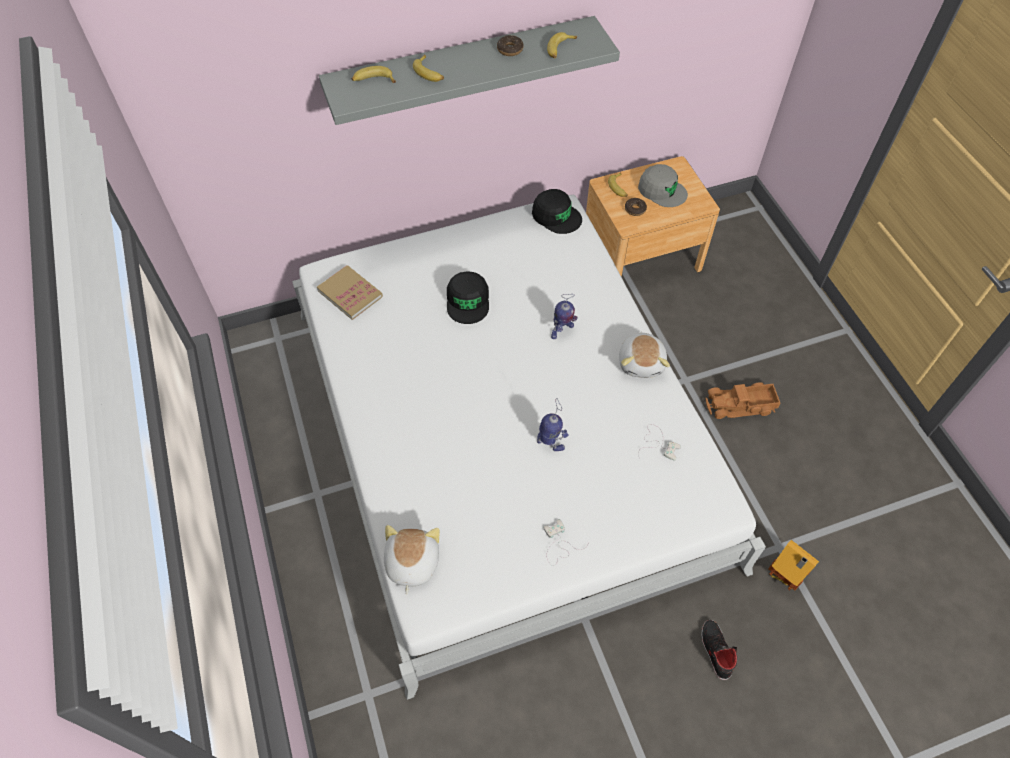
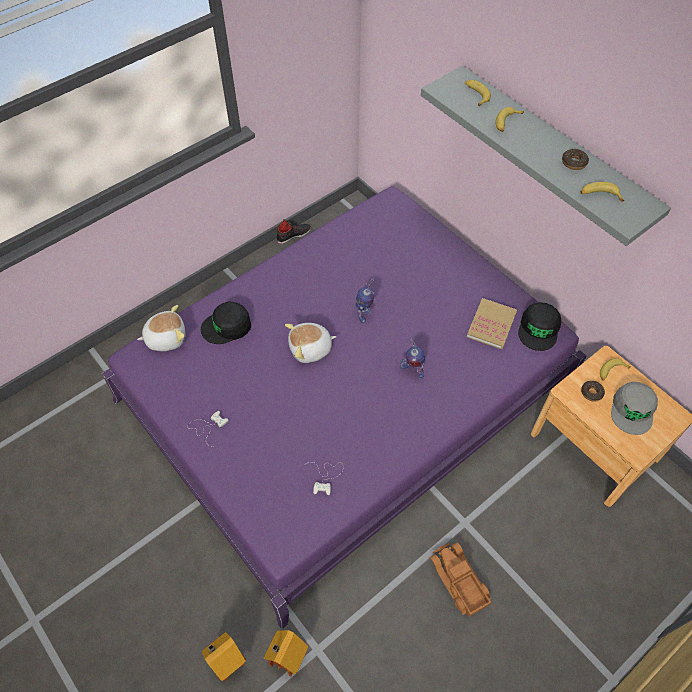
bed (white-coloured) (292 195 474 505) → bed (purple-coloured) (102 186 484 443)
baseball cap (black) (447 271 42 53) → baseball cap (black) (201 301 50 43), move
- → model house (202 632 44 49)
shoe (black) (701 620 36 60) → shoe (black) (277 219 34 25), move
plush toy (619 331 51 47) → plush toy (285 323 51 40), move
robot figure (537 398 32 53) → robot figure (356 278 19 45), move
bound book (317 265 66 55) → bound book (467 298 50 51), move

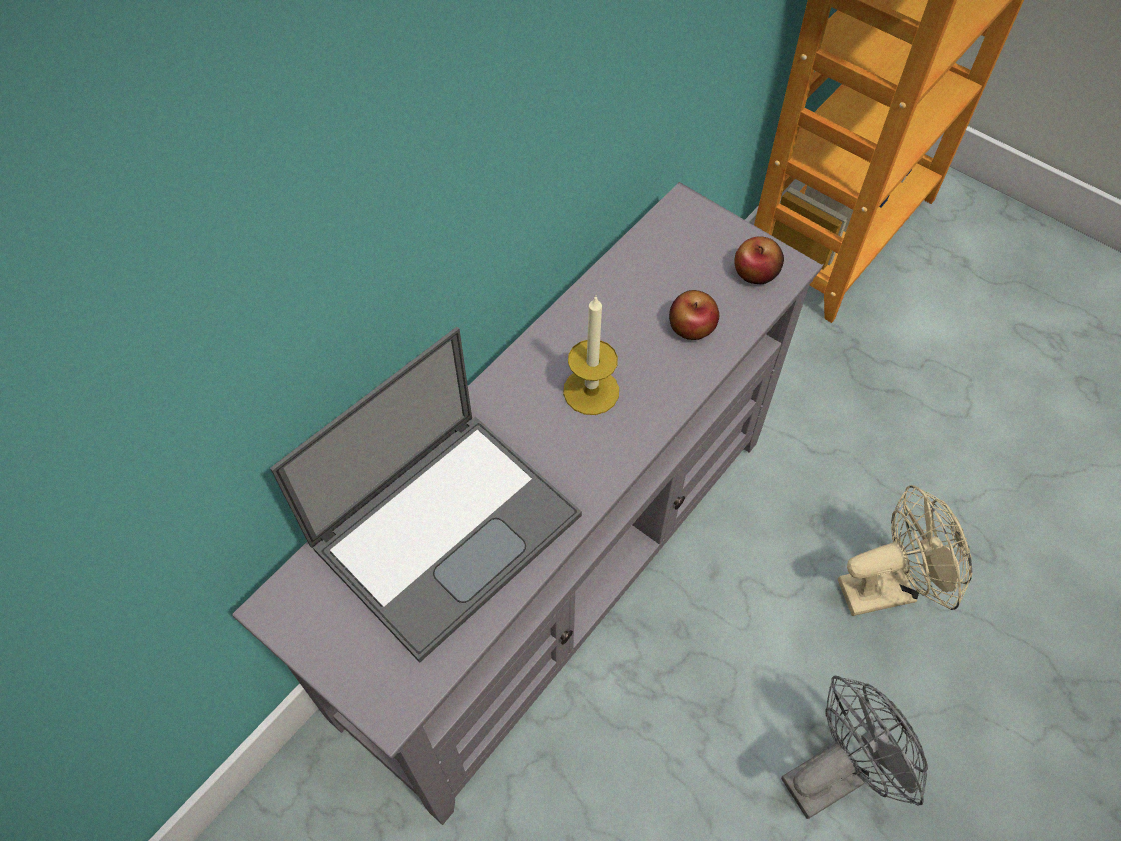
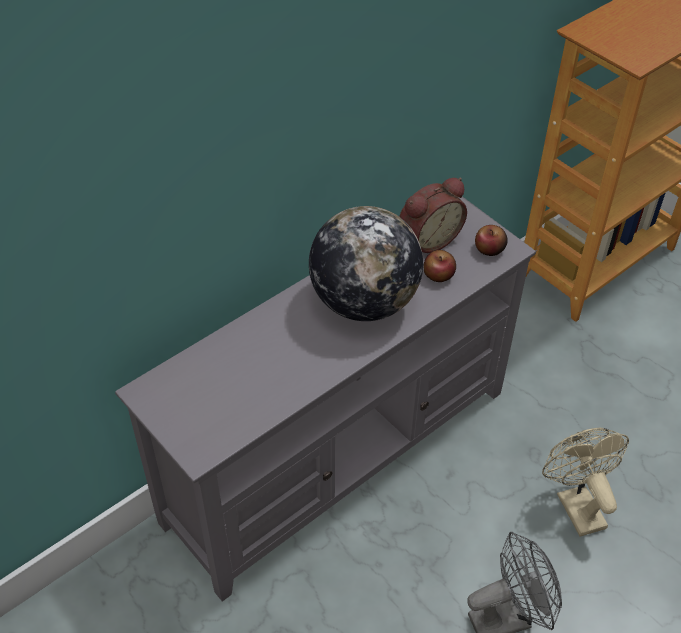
candle (563 297 56 118) → globe (309 206 114 115)
- → table clock (399 177 68 76)
fan (beige-coloured) (838 485 135 131) → fan (beige-coloured) (542 428 87 109), 105 degrees counterclockwise
notebook computer (270 327 312 336) → -

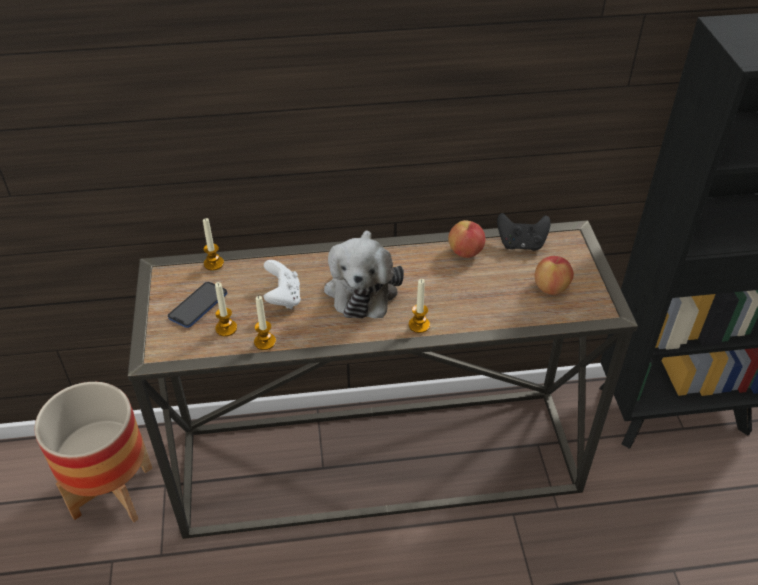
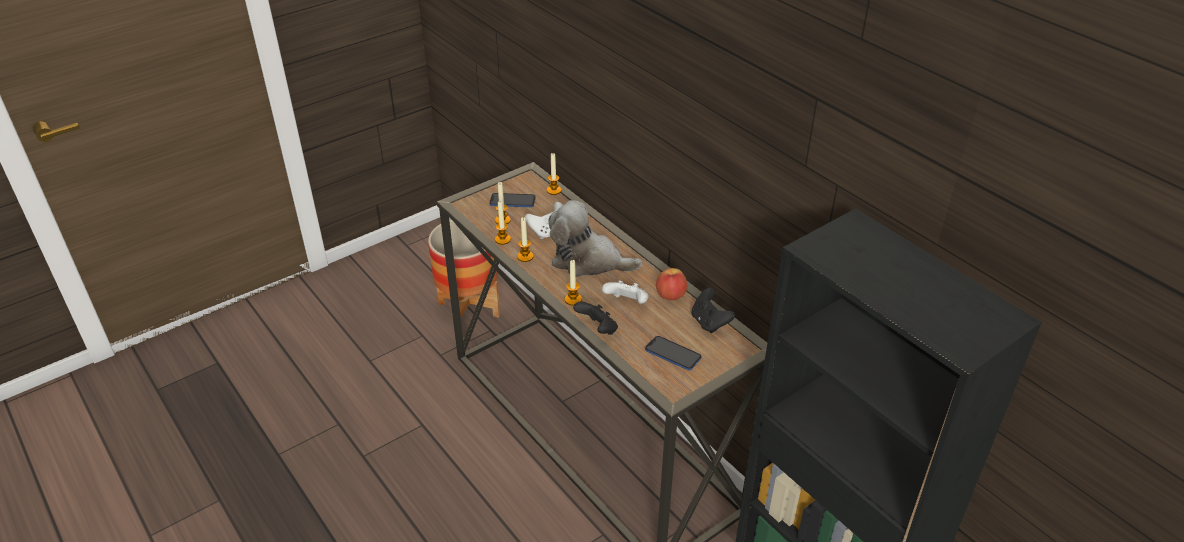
- → candle (517 217 17 45)
plush toy (324 231 80 87) → plush toy (548 200 94 77), 45 degrees clockwise
- → gamepad (black) (573 302 45 33)
- → gamepad (white-coloured) (602 281 47 23)
apple fruit (534 256 40 39) → telephone (645 336 57 34)

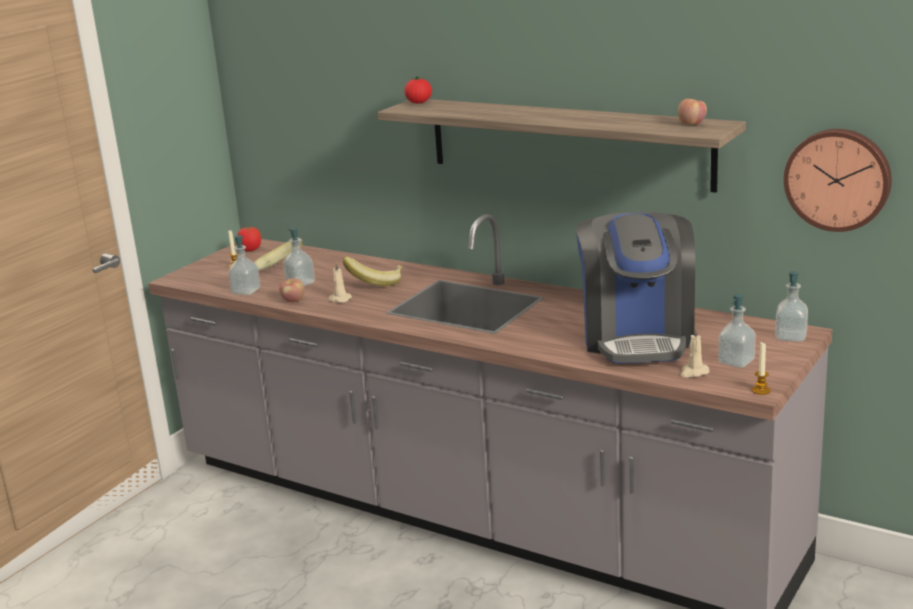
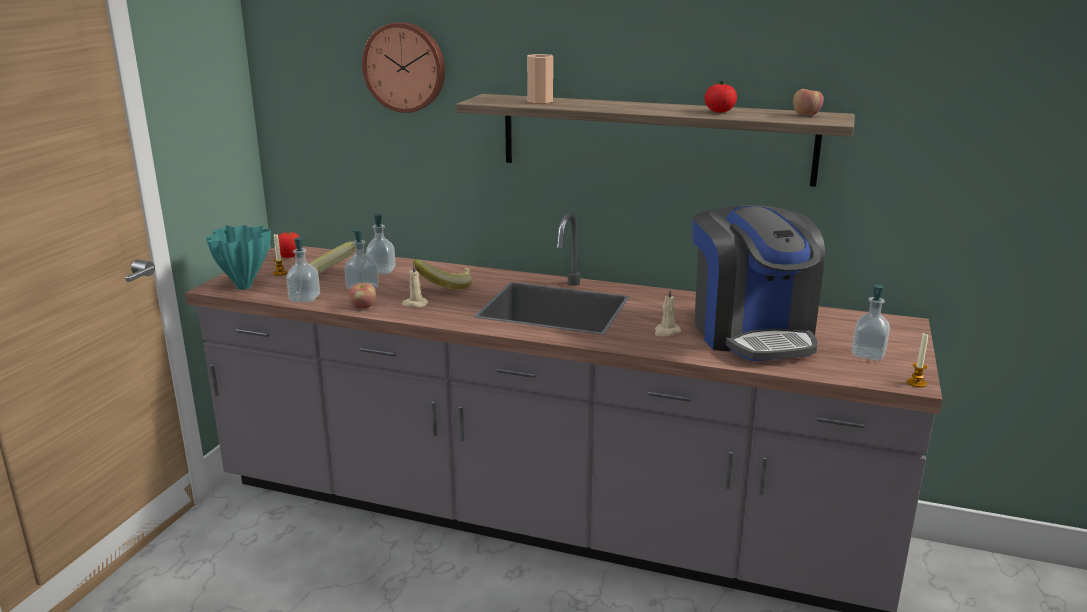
- → decorative vase (turquoise-coloured) (206 225 65 65)
wall clock (784 129 108 103) → wall clock (362 22 83 91), move
soap bottle (775 271 33 71) → soap bottle (366 214 30 60), move
- → cup (527 54 26 50)
candle (beige-coloured) (680 327 30 50) → candle (beige-coloured) (655 288 26 48), move
fresh tomato (404 76 28 28) → fresh tomato (704 81 33 32), move

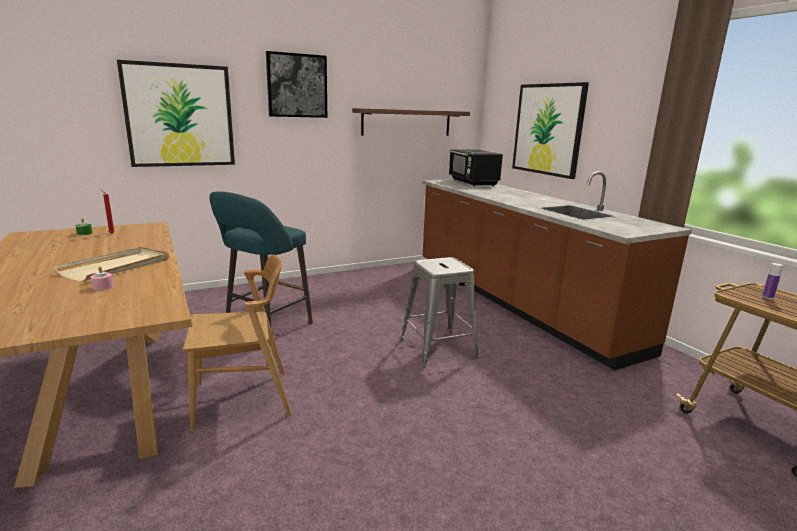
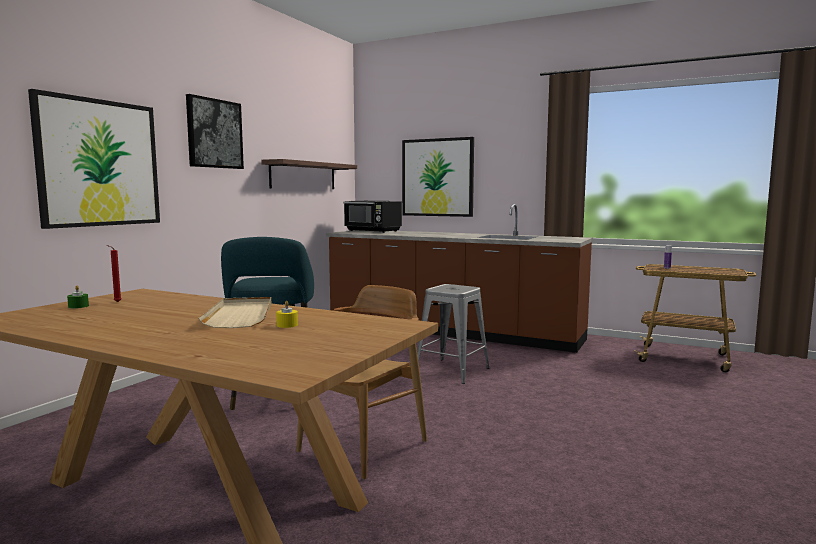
candle (pink) (91 266 23 24) → candle (yellow-coloured) (276 301 22 27)

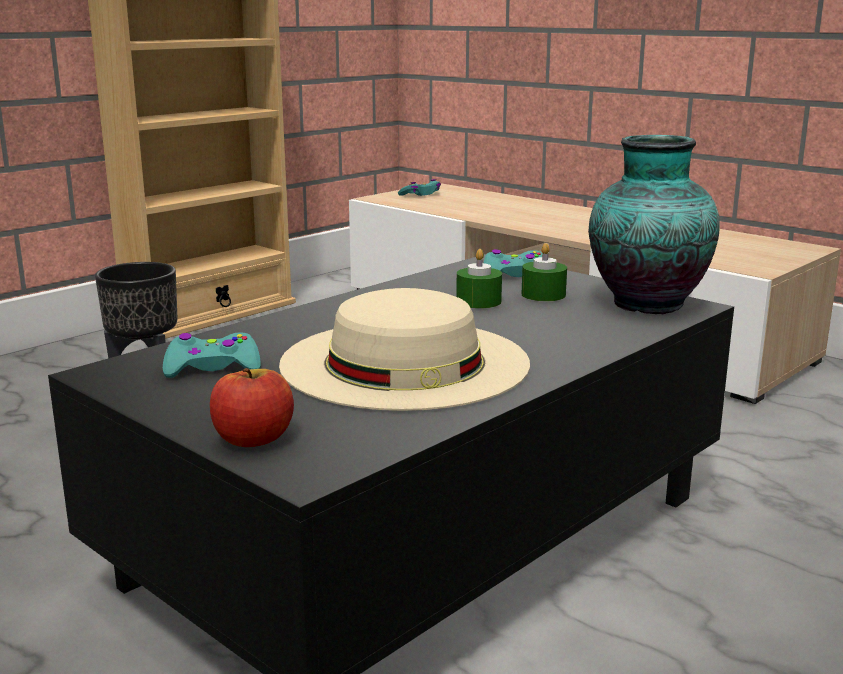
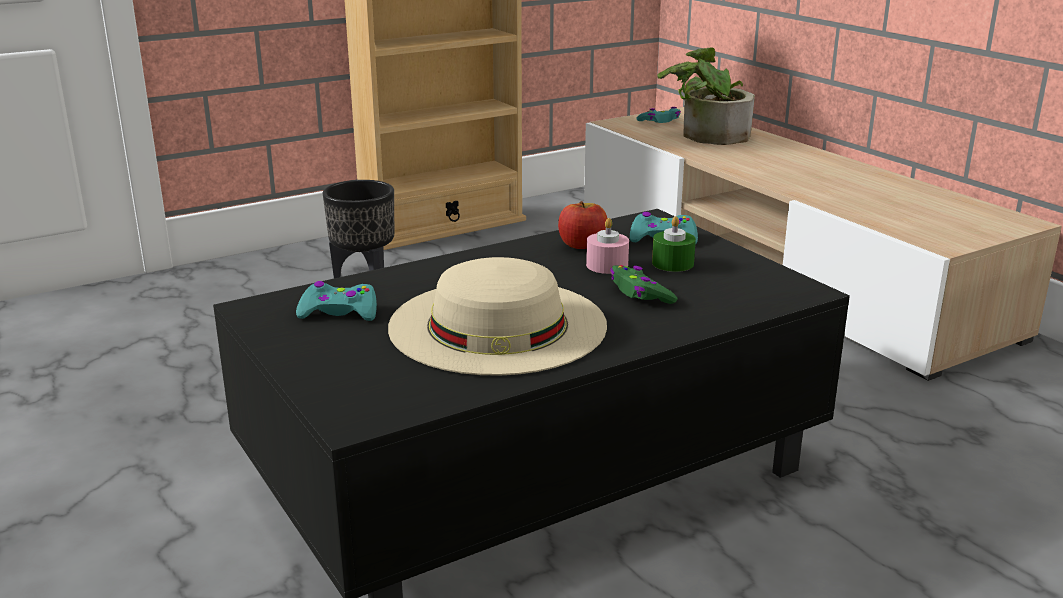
apple fruit (210 368 84 79) → apple fruit (558 201 49 48), move
candle (greenish) (456 249 46 60) → candle (pink) (586 218 43 56)
- → gamepad (greenish) (610 265 67 39)
- → plant in a pot (657 48 98 97)
decorative vase (588 135 132 179) → -

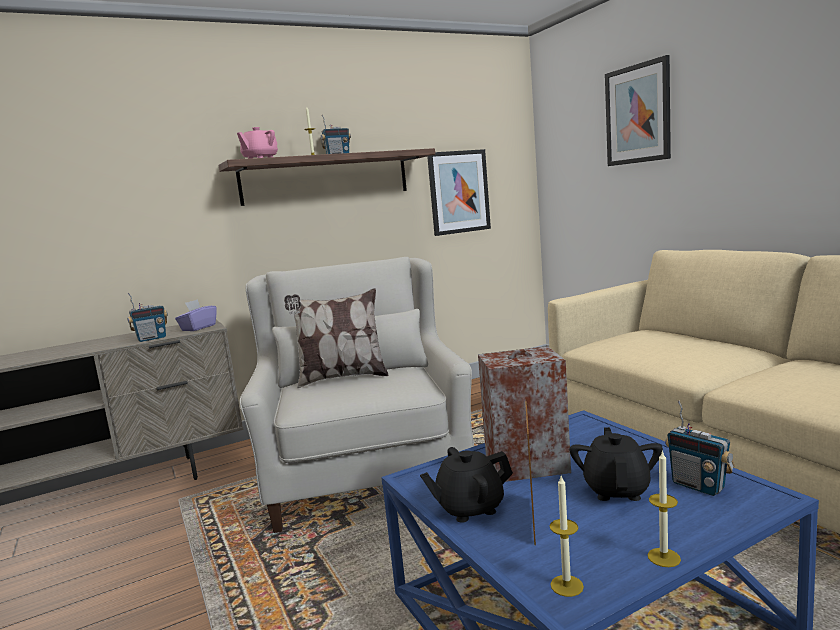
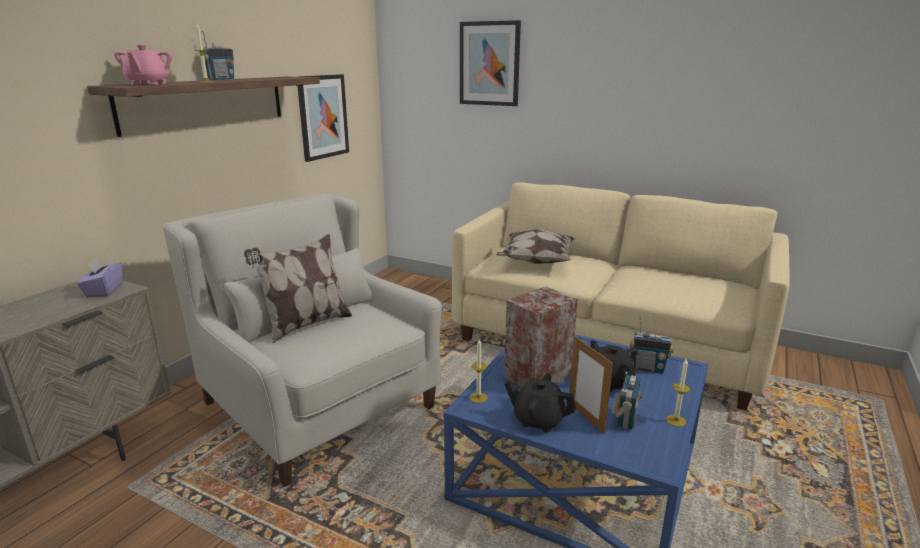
candle (550 476 34 121) → candle (470 338 17 65), move
- → throw pillow (496 228 78 36)
teapot (black) (420 447 93 76) → teapot (black) (504 373 72 59), 75 degrees clockwise
radio (127 293 41 49) → radio (612 372 30 58), move

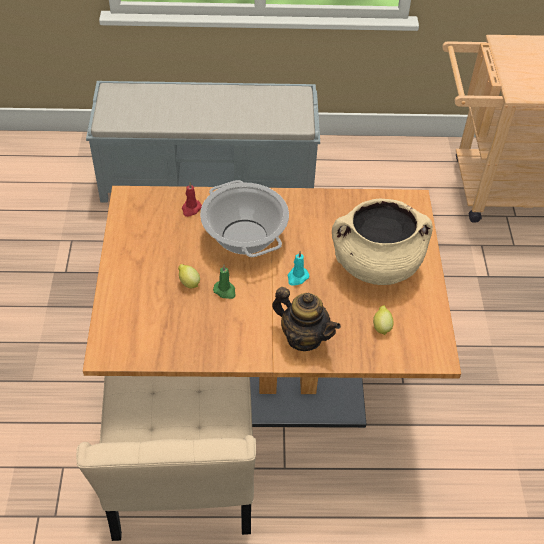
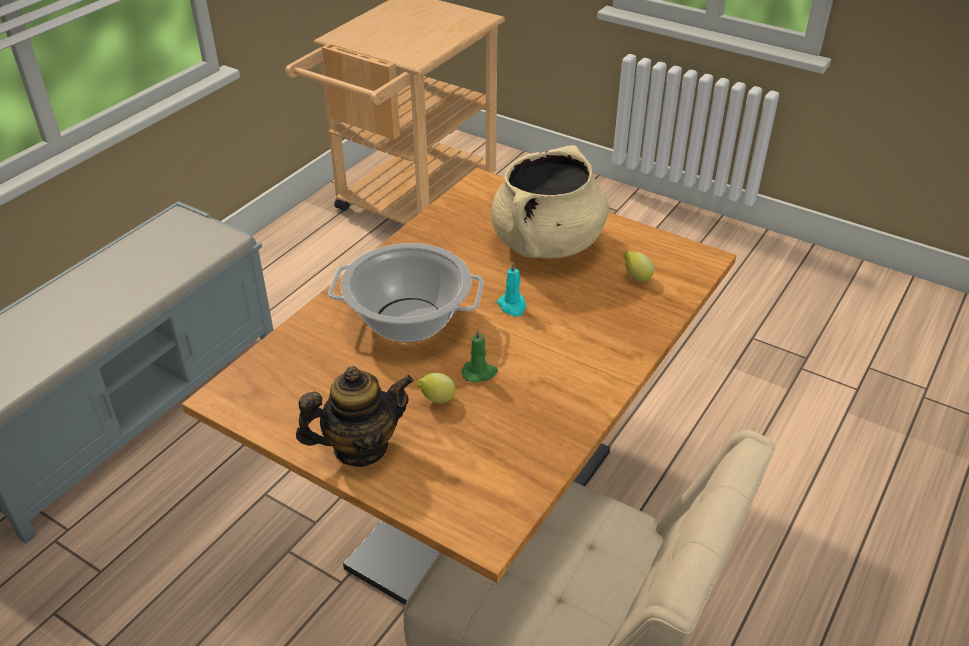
teapot (272 287 69 64) → teapot (296 366 118 101), move
candle (reddish) (182 182 20 35) → -

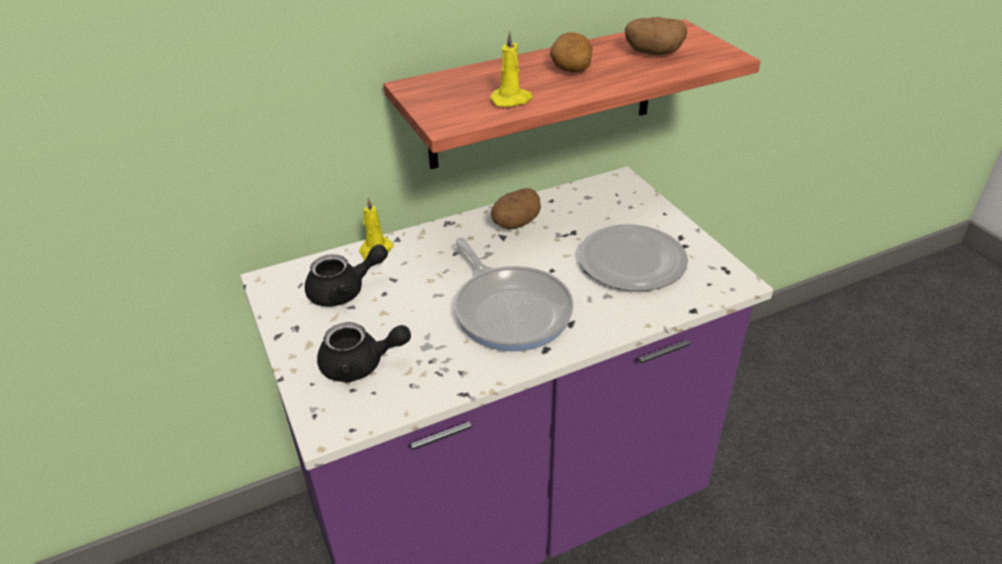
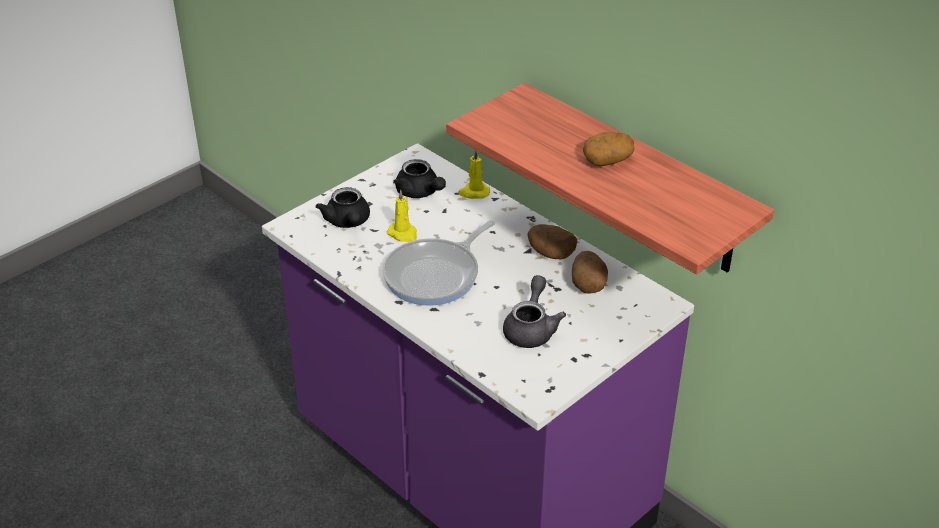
candle (yellow-coloured) (490 30 43 77) → candle (yellow-coloured) (387 190 30 52), move
dinner plate (578 224 110 67) → teapot (greyish) (503 275 63 73)
potato (625 17 62 38) → potato (572 251 36 43), move

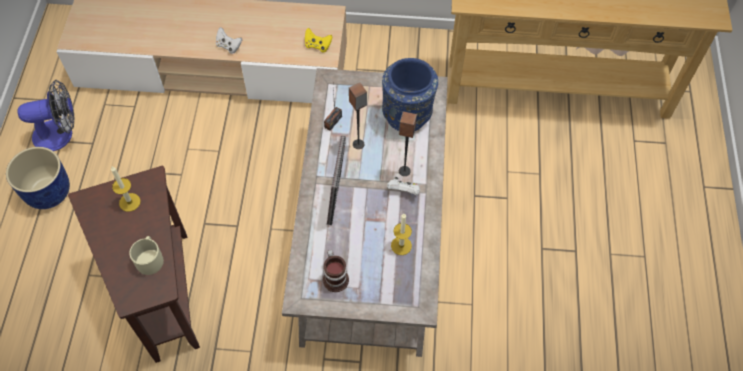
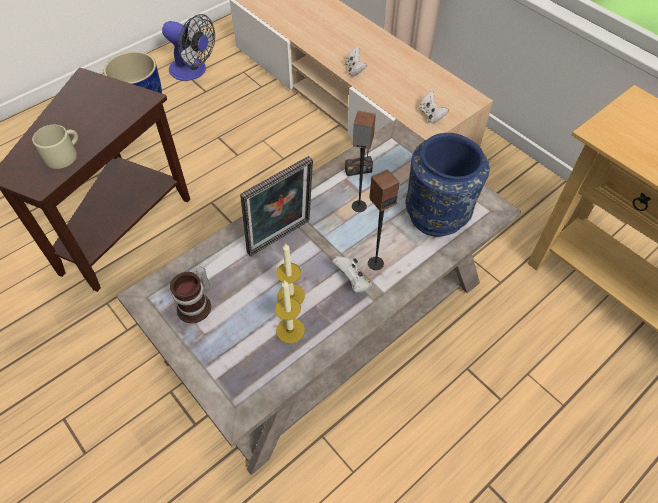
candle (111 167 30 45) → candle (276 243 29 62), move
gamepad (yellow-coloured) (305 28 27 24) → gamepad (white-coloured) (419 91 30 32)

